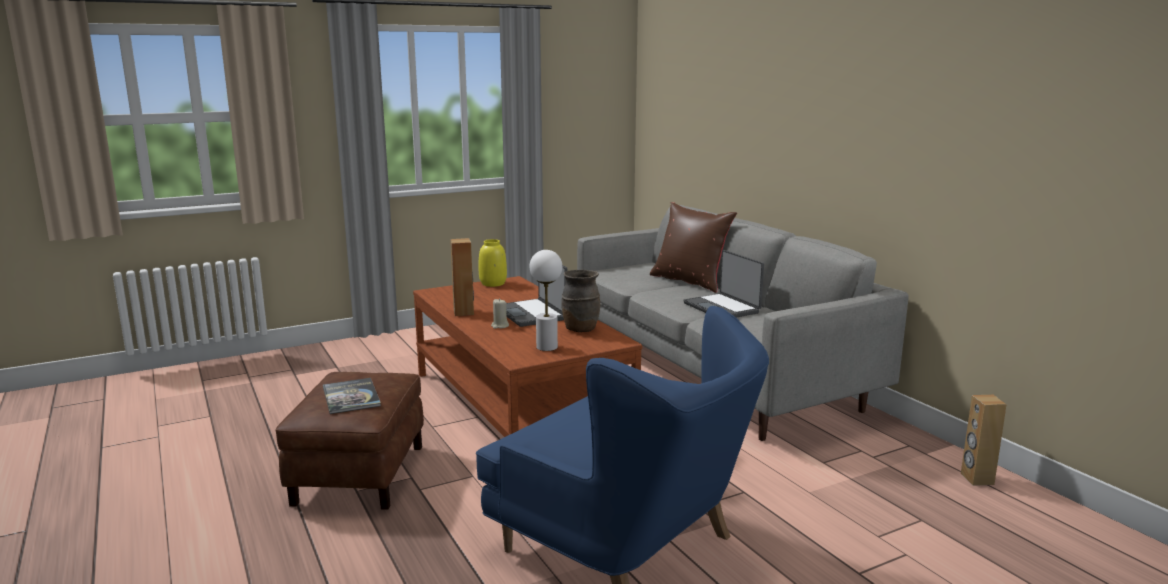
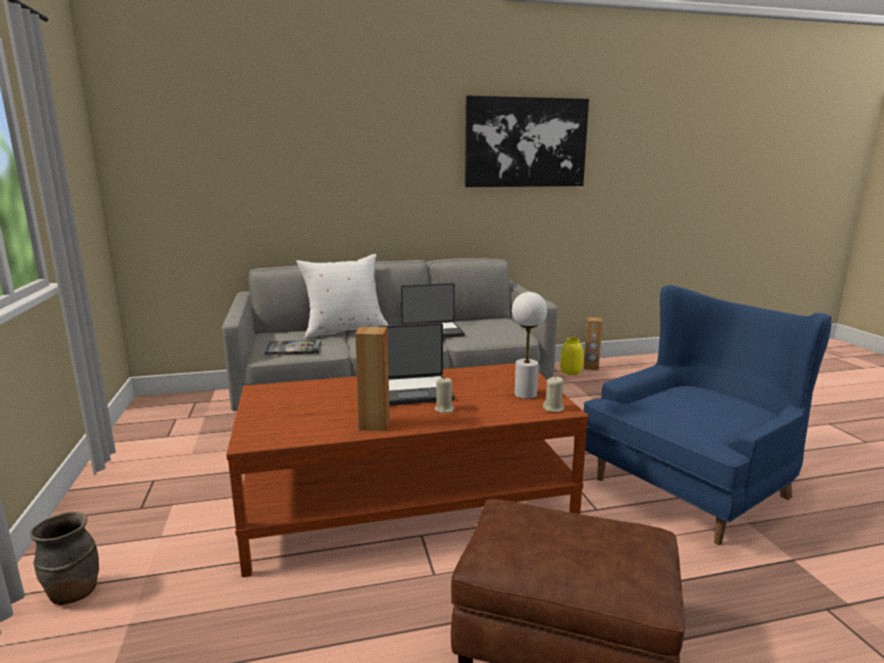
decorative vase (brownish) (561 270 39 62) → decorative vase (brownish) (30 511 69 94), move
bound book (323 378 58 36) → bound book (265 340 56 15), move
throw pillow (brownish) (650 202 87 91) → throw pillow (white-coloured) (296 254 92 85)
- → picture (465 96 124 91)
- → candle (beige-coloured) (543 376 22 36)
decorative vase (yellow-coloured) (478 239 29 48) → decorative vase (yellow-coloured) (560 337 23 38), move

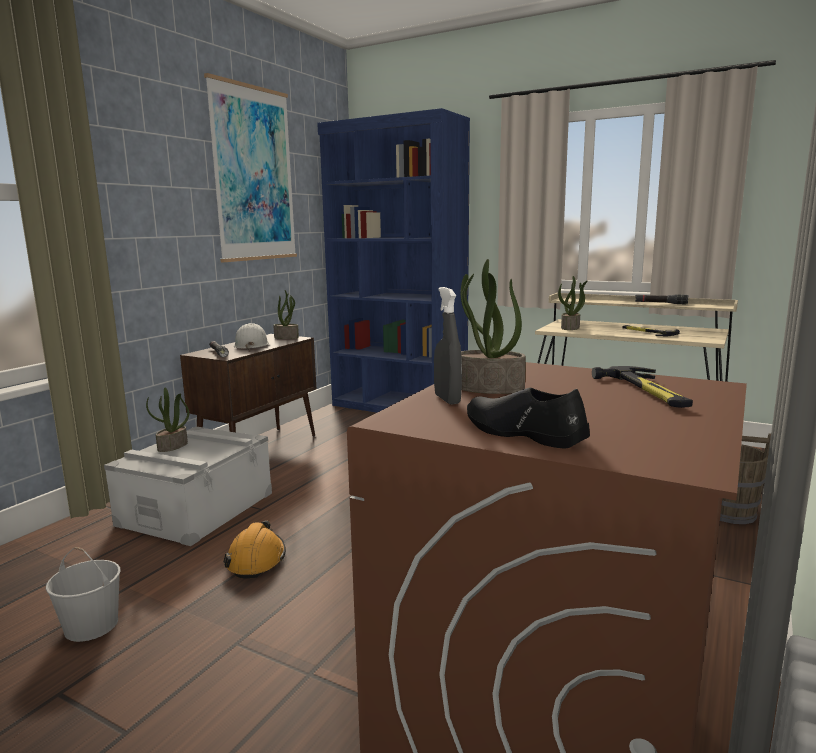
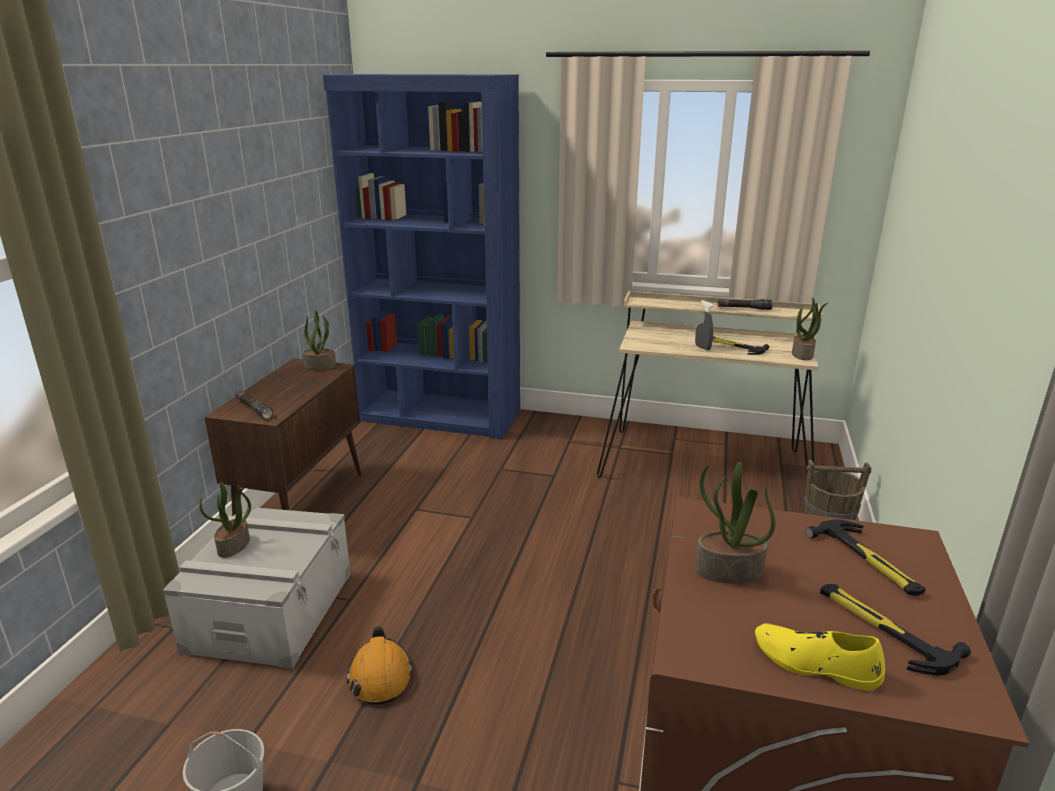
spray bottle (greyish) (434 287 28 118) → spray bottle (greyish) (695 300 18 50), move
shoe (black) (467 388 123 60) → shoe (yellow-coloured) (755 623 130 67)
plant in a pot (558 276 30 54) → plant in a pot (792 298 36 62), move
- → hammer (820 584 151 92)
picture (204 73 93 189) → -
hard hat (white-coloured) (234 323 35 27) → -

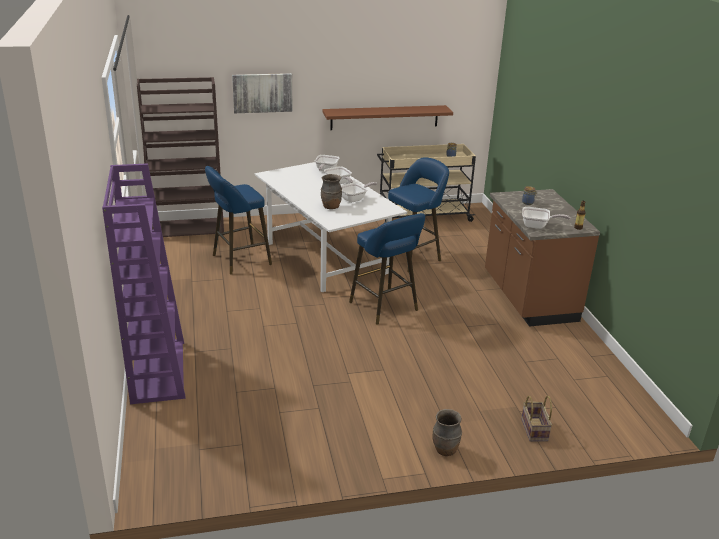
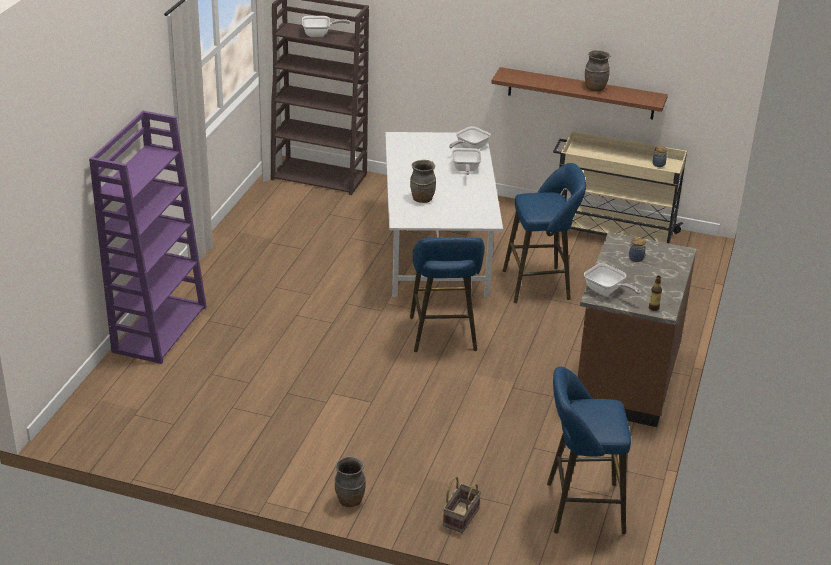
pan (341 182 36 21) → pan (302 16 48 21), move
sitting stool (bluish) (205 166 67 109) → sitting stool (bluish) (547 367 84 167), move
- → decorative vase (brownish) (585 50 25 41)
picture (232 73 61 40) → -

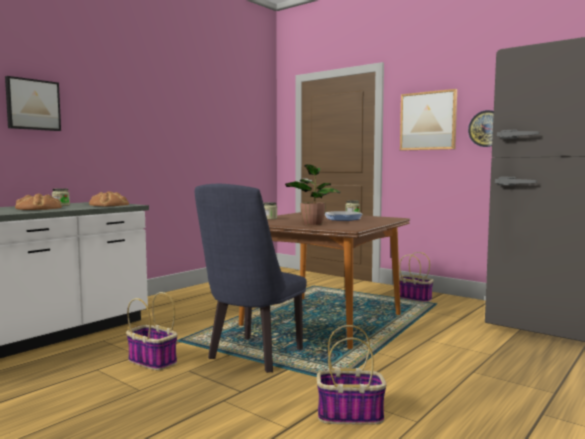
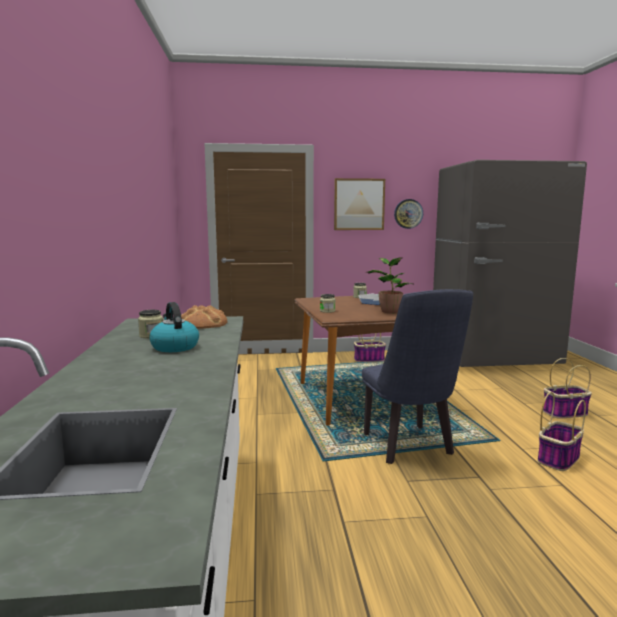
bread (15 194 47 16) → tea kettle (149 302 50 50)
basket (126 292 52 78) → basket (543 358 49 61), move
picture (5 76 56 55) → -

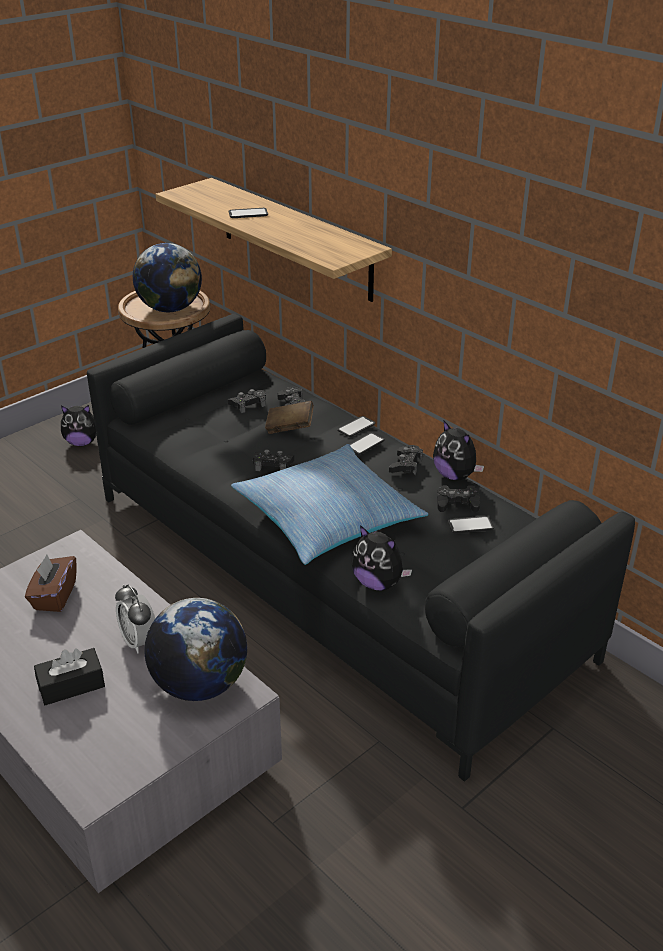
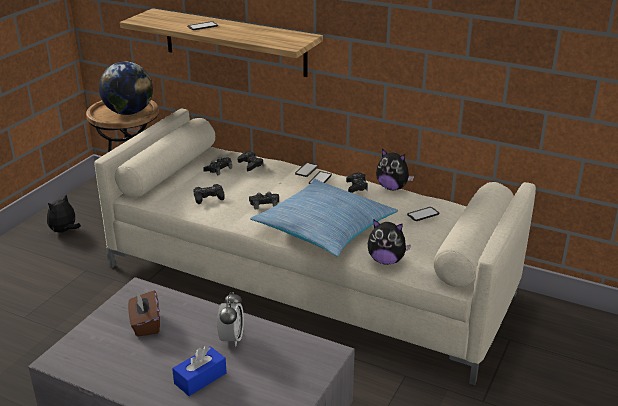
plush toy (61 405 35 41) → plush toy (47 195 34 38), 150 degrees clockwise
couch (black) (87 313 548 469) → couch (beige-coloured) (94 108 442 277)
tissue box (black) (34 648 71 57) → tissue box (bluish) (172 346 55 50)
gamepad (black) (437 486 43 27) → gamepad (black) (193 184 32 20), move
table clock (115 585 40 68) → table clock (217 292 27 55), 120 degrees counterclockwise
globe (144 598 103 103) → -
bound book (brownish) (265 401 49 33) → -

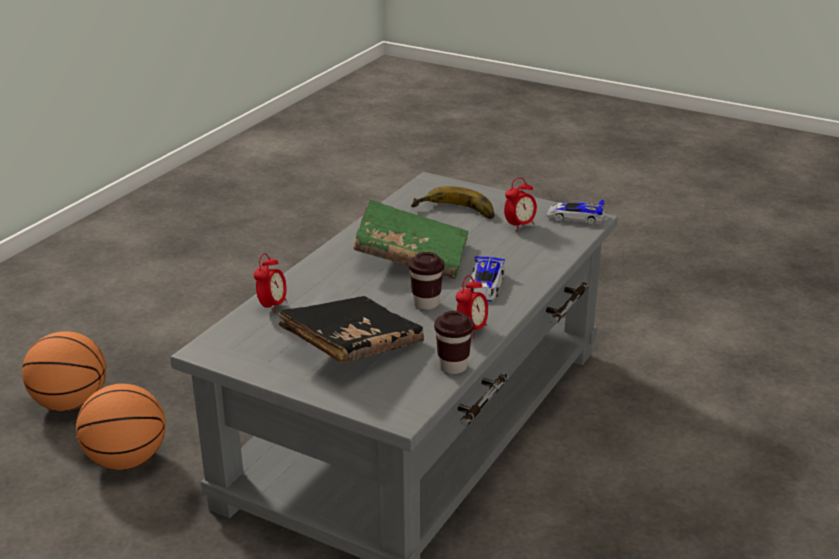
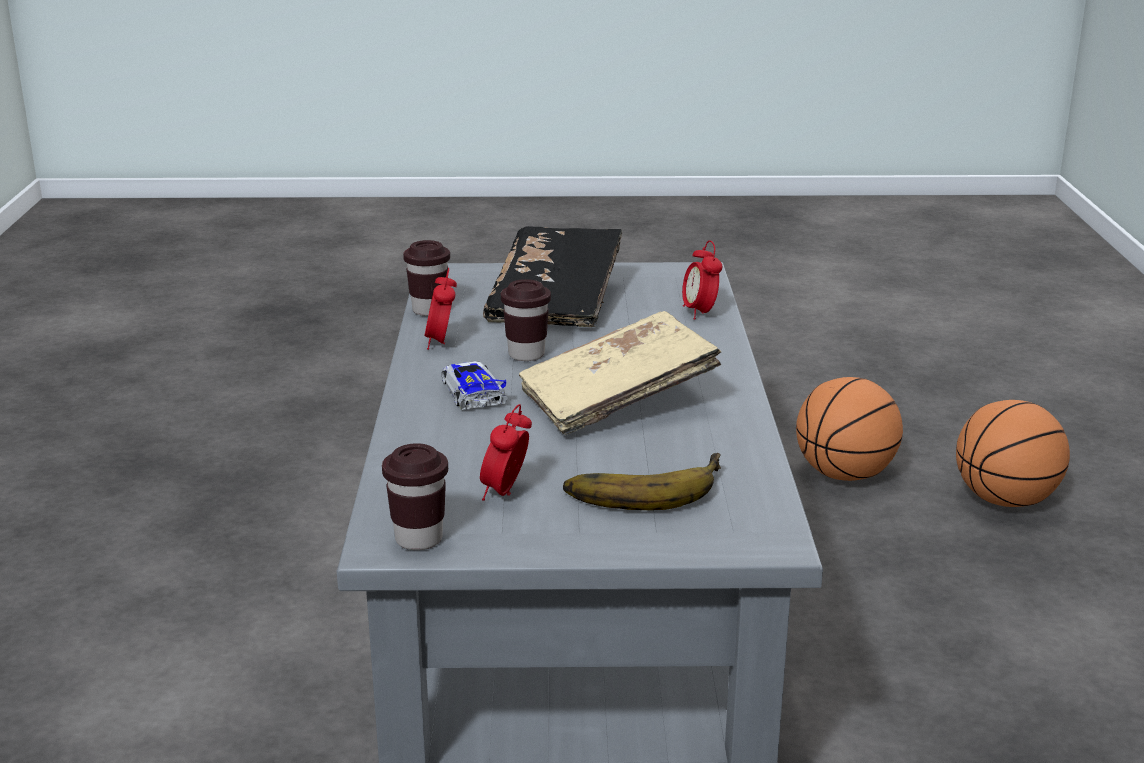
miniature car (547 200 58 25) → cup (brownish) (382 443 66 107)
bound book (greenish) (353 200 115 79) → bound book (beige-coloured) (519 311 202 124)

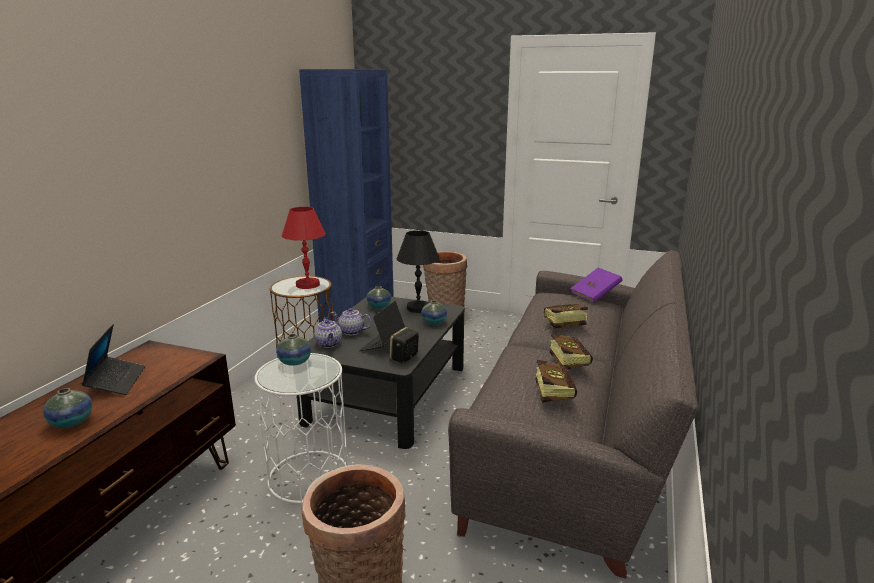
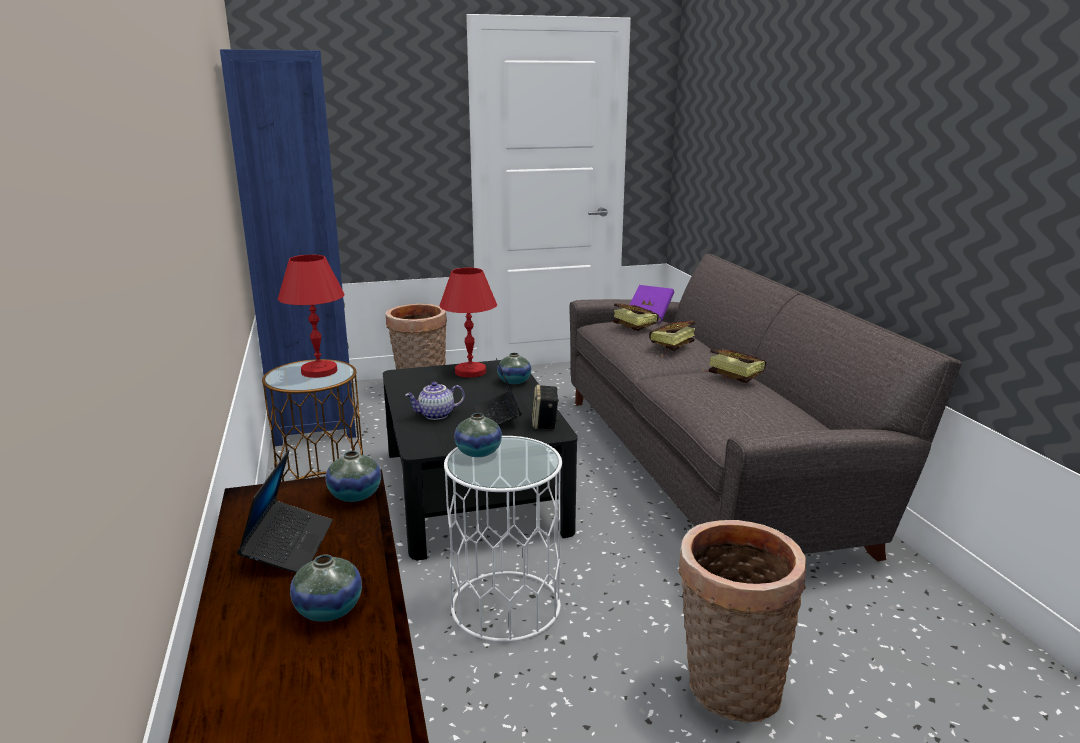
notebook computer (82 324 63 71) → notebook computer (237 450 96 123), 45 degrees clockwise
decorative vase (367 286 24 23) → decorative vase (326 451 55 51), move
table lamp (black) (397 230 43 83) → table lamp (reddish) (439 268 58 110)
bound book (536 360 41 43) → bound book (611 303 48 28), move
teapot (314 318 28 30) → -

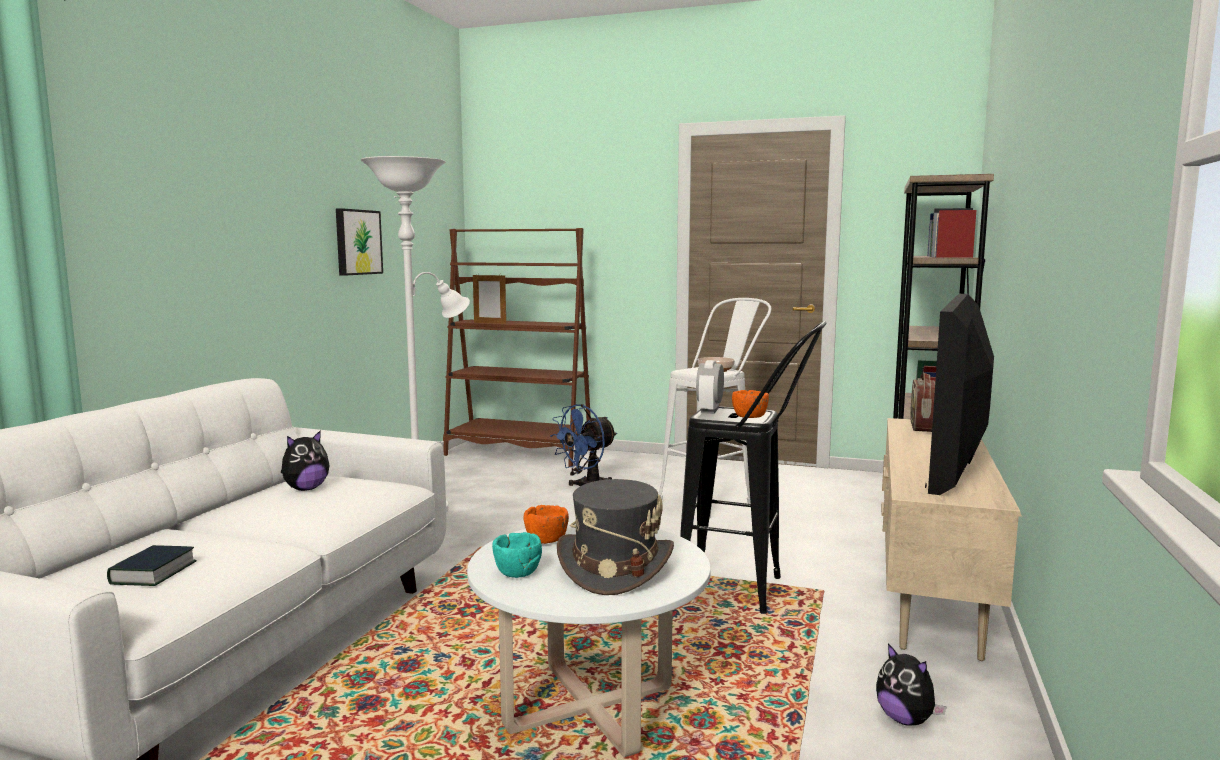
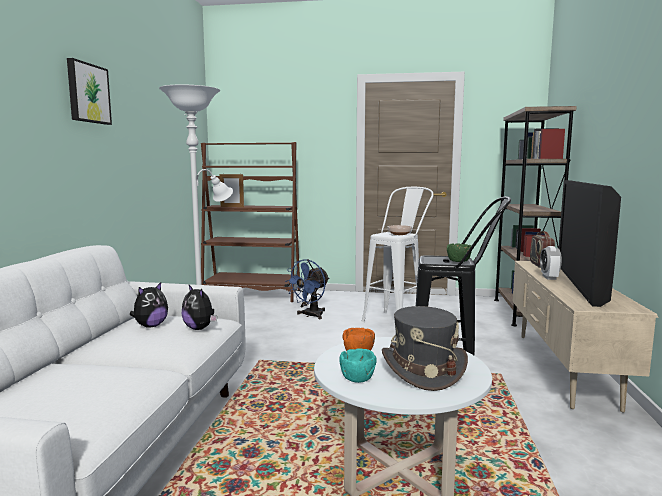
picture (336 208 47 68) → picture (67 58 45 67), move
plush toy (876 643 71 83) → plush toy (182 285 35 45), move
bowl (orange) (732 390 37 28) → bowl (greenish) (447 243 25 19)
table clock (696 360 28 54) → table clock (540 246 22 34), move
bound book (107 545 90 41) → -

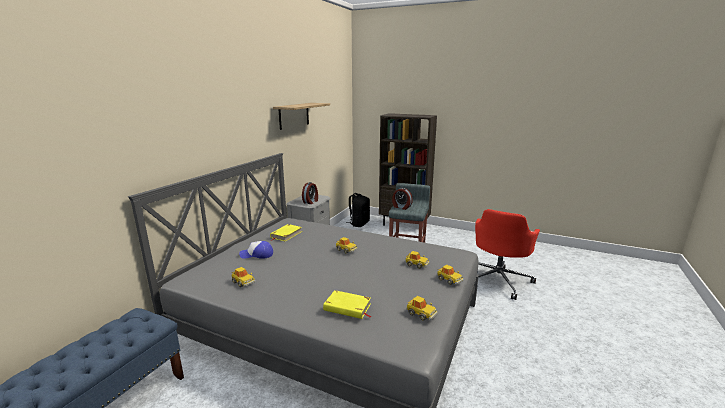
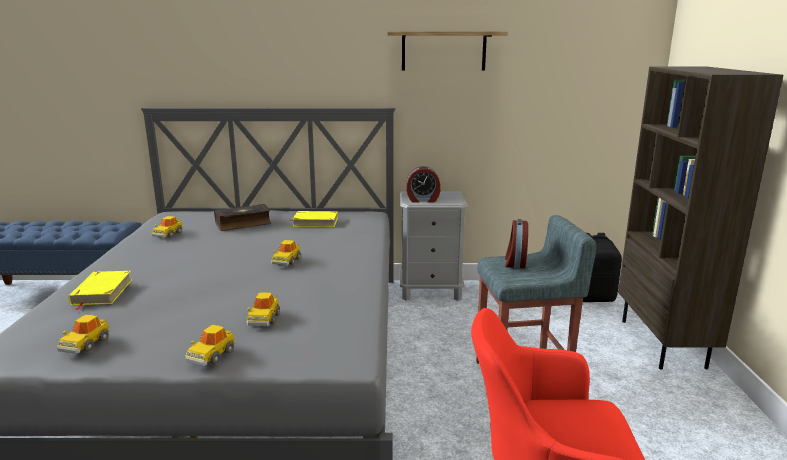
baseball cap (239 241 34 18) → bound book (214 204 57 27)

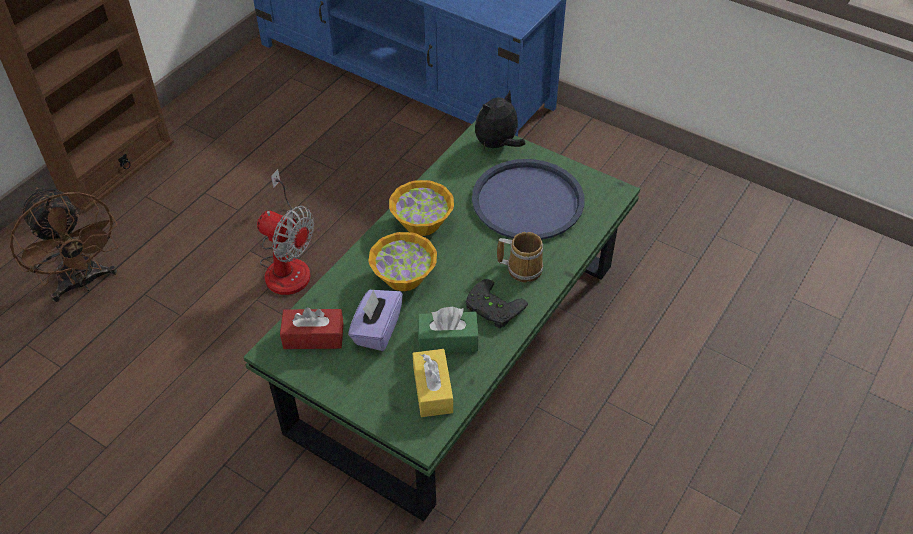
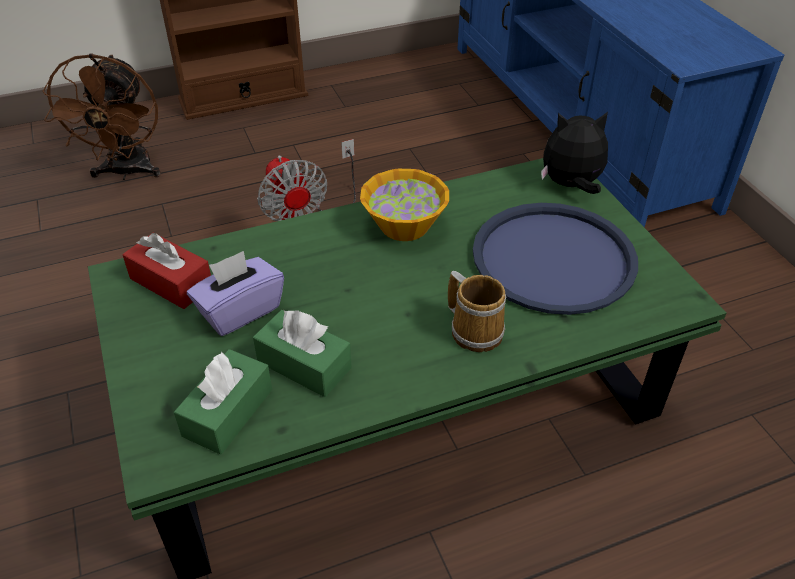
tissue box (yellow-coloured) (412 349 41 68) → tissue box (greenish) (174 349 98 106)
bowl (368 232 69 59) → -
gamepad (black) (466 279 62 50) → -

